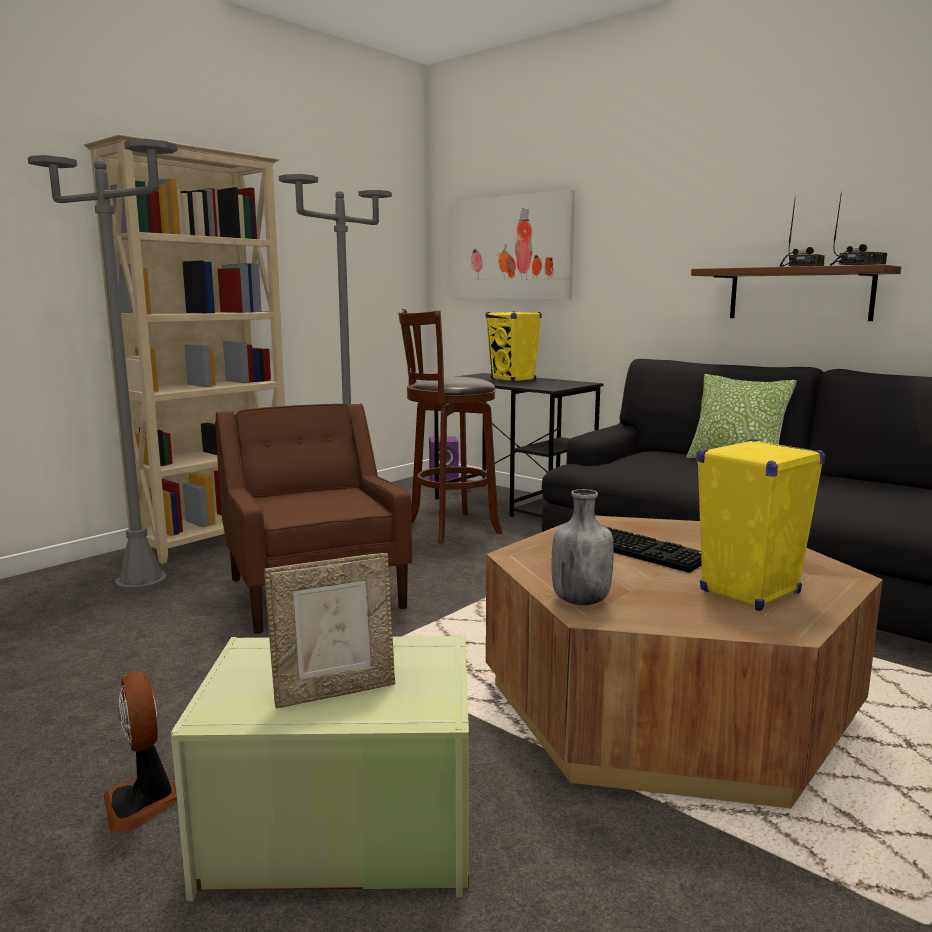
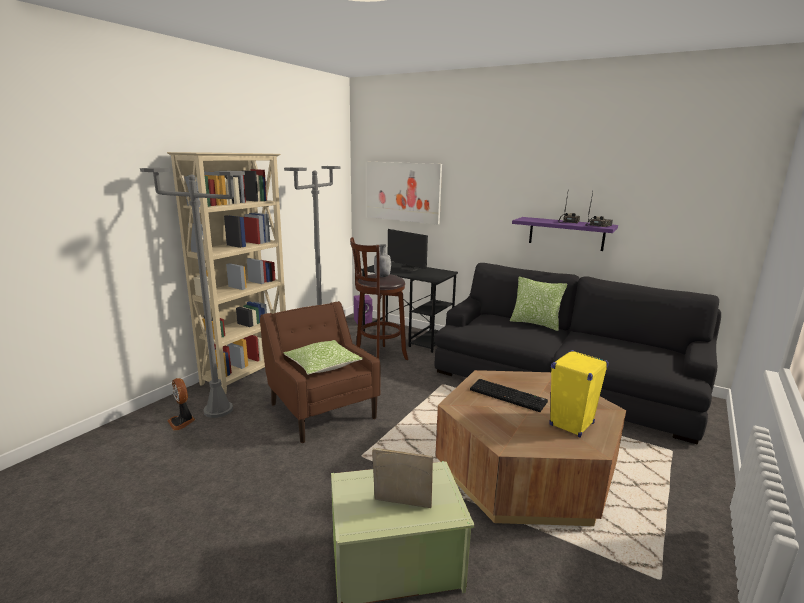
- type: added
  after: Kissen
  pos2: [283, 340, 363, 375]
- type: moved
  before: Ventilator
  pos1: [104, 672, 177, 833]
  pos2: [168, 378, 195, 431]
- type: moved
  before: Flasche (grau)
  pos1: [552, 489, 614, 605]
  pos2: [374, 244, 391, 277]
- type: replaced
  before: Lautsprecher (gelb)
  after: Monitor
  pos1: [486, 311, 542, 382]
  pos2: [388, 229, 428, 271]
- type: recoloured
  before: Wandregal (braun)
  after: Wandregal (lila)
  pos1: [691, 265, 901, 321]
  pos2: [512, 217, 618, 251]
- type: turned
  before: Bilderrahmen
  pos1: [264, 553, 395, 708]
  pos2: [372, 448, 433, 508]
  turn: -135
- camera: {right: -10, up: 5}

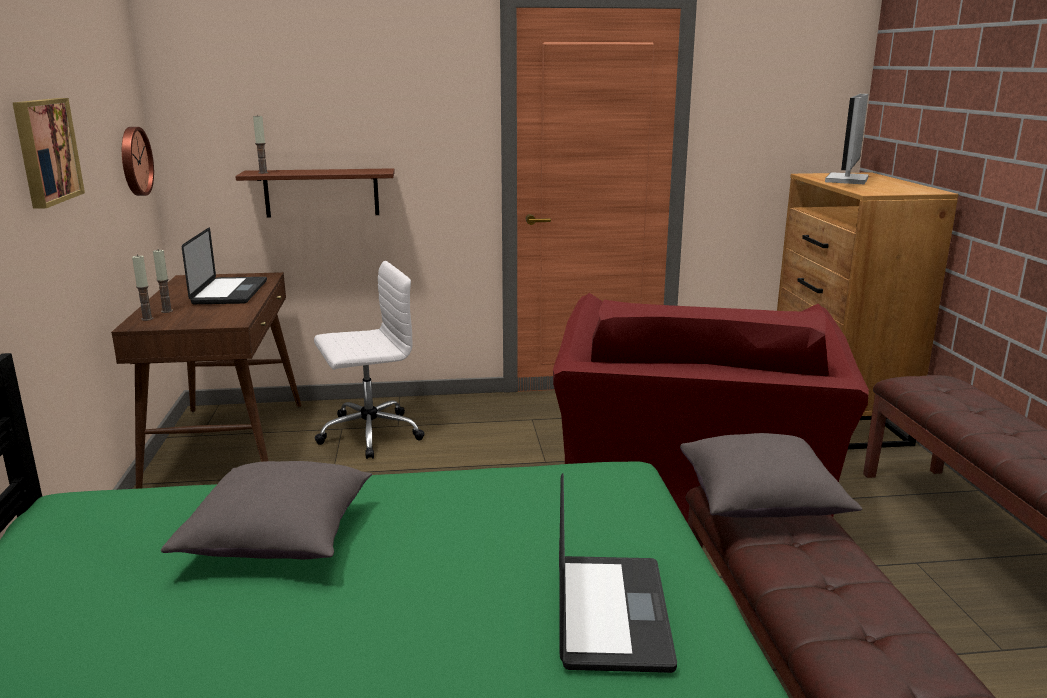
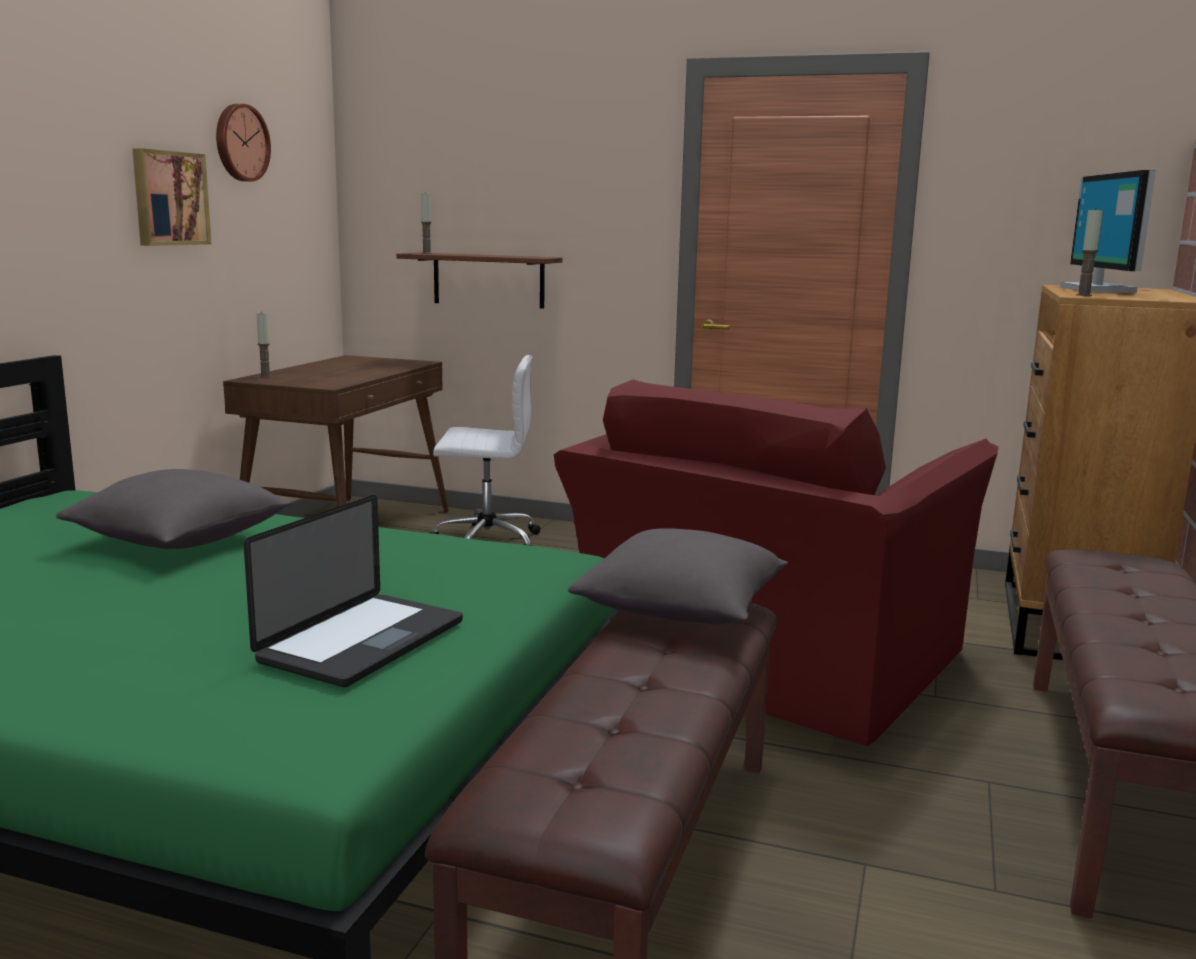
- type: removed
  before: Laptop
  pos1: [182, 228, 267, 304]
- type: moved
  before: Wanduhr
  pos1: [122, 127, 154, 196]
  pos2: [216, 104, 271, 182]
- type: moved
  before: Kerze
  pos1: [153, 250, 173, 313]
  pos2: [1076, 207, 1103, 296]
- type: turned
  before: Monitor
  pos1: [825, 94, 869, 184]
  pos2: [1060, 170, 1156, 293]
  turn: -45
- camera: {right: 25, up: -5}

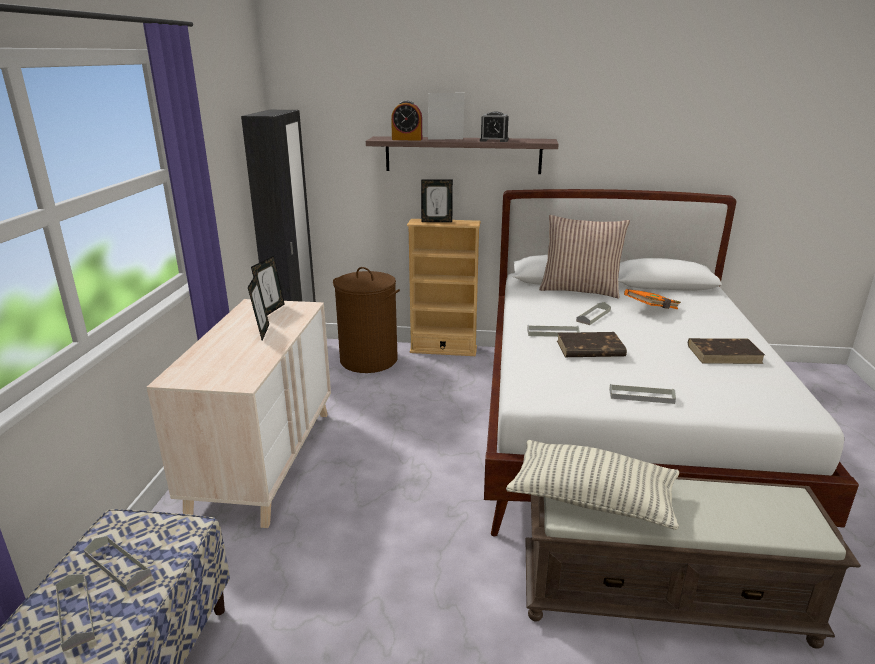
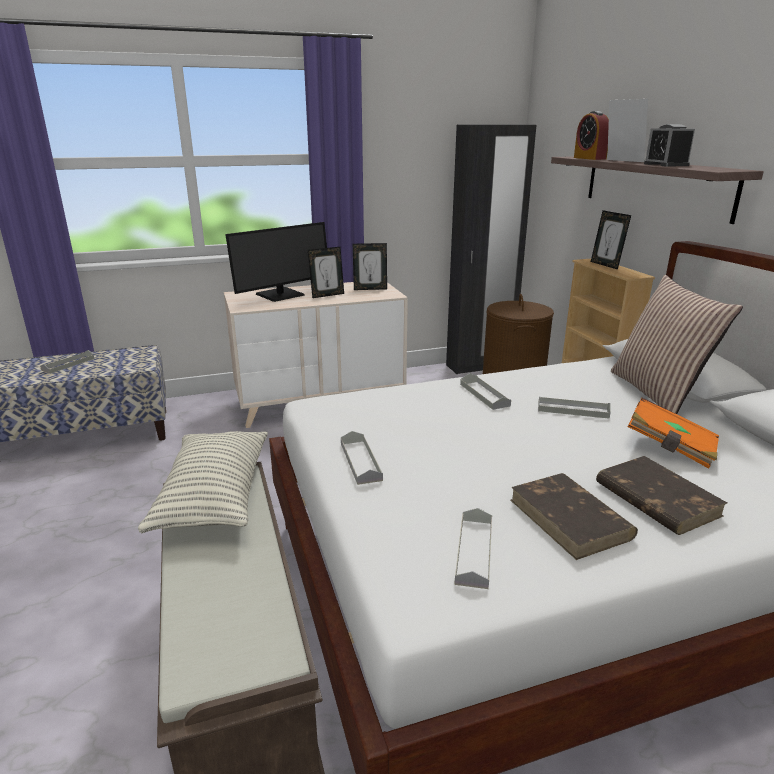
- type: added
  after: Monitor
  pos2: [225, 222, 327, 302]
- type: moved
  before: Tablett (grau)
  pos1: [84, 536, 151, 591]
  pos2: [454, 508, 492, 589]
- type: moved
  before: Buch (braun)
  pos1: [557, 332, 627, 357]
  pos2: [596, 456, 727, 535]
- camera: {right: 65, up: 0}

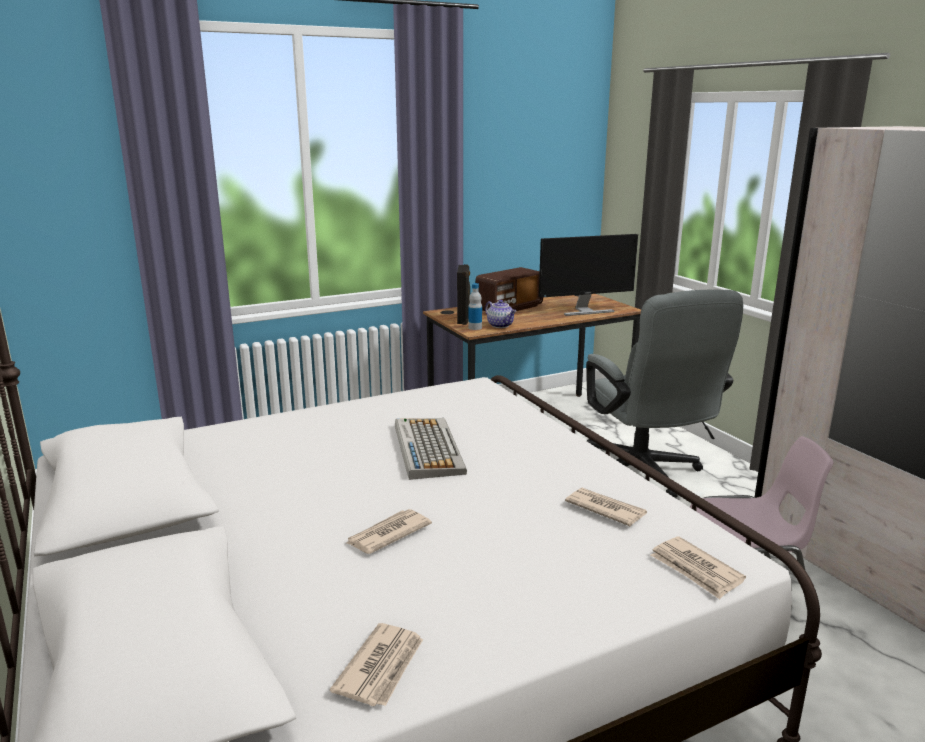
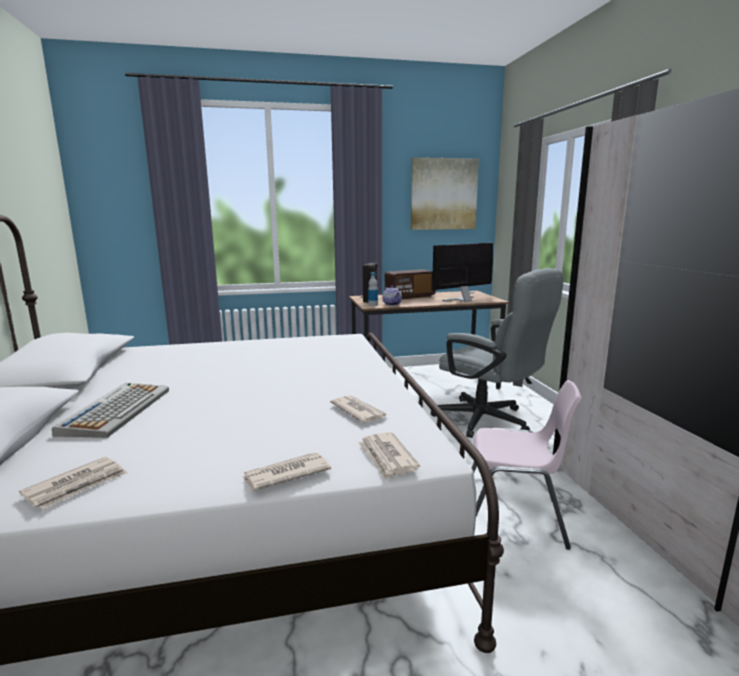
- type: added
  after: Bild
  pos2: [411, 157, 479, 230]
- type: moved
  before: Zeitung
  pos1: [347, 509, 432, 554]
  pos2: [242, 453, 331, 491]
- type: moved
  before: Tastatur
  pos1: [395, 418, 467, 480]
  pos2: [52, 383, 169, 438]
- type: turned
  before: Monitor
  pos1: [539, 234, 638, 316]
  pos2: [432, 243, 493, 302]
  turn: 150
- type: turned
  before: Bürostuhl (grau)
  pos1: [586, 290, 743, 498]
  pos2: [431, 268, 564, 438]
  turn: -45
- camera: {right: 15, up: -5}

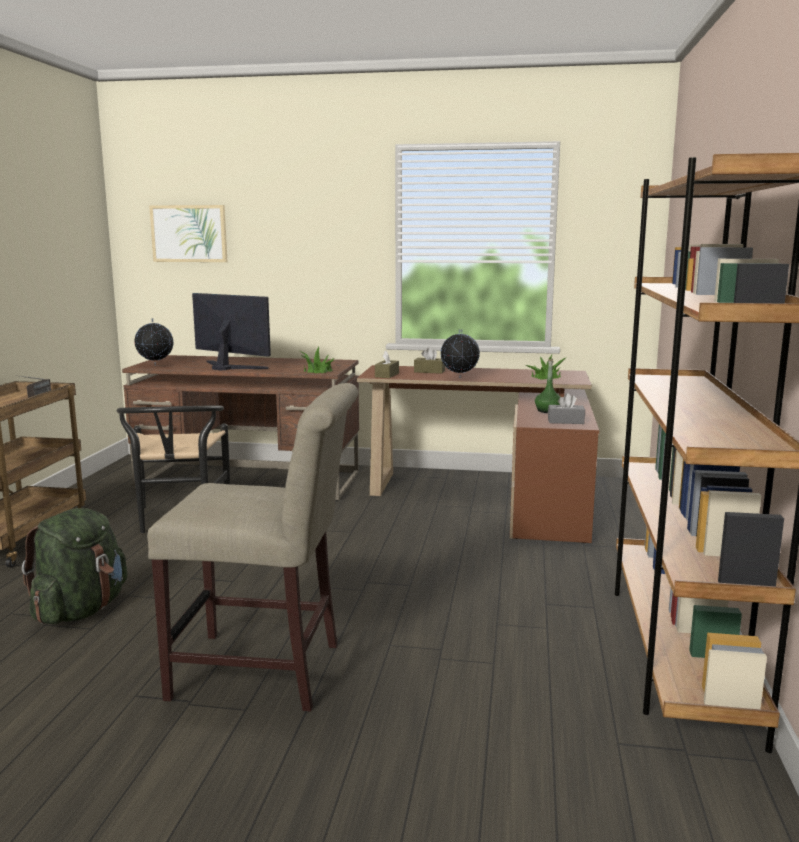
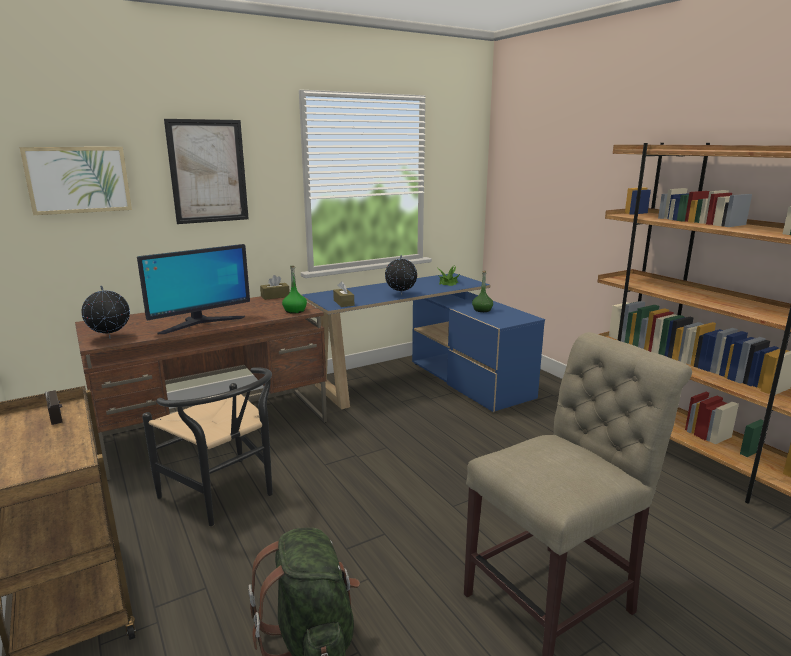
- type: removed
  before: Taschentuchbox (grau)
  pos1: [548, 393, 585, 424]
- type: added
  after: Bild
  pos2: [164, 119, 249, 224]
- type: moved
  before: Taschentuchbox (braun)
  pos1: [414, 347, 445, 374]
  pos2: [260, 275, 290, 300]
- type: replaced
  before: Topfpflanze
  after: Flasche (grün)
  pos1: [300, 347, 334, 373]
  pos2: [282, 266, 307, 314]
- type: recoloured
  before: Schreibtisch (braun)
  after: Schreibtisch (blau)
  pos1: [357, 365, 599, 543]
  pos2: [302, 273, 545, 412]
- type: turned
  before: Monitor
  pos1: [192, 293, 271, 370]
  pos2: [137, 244, 250, 334]
  turn: 150
- camera: {right: -40, up: 5}

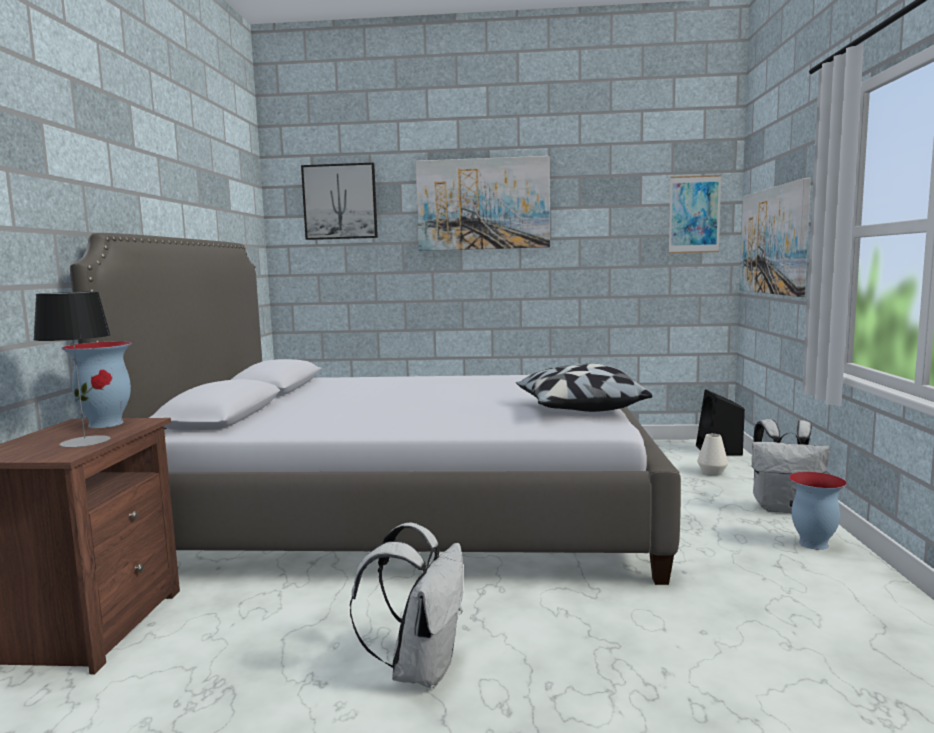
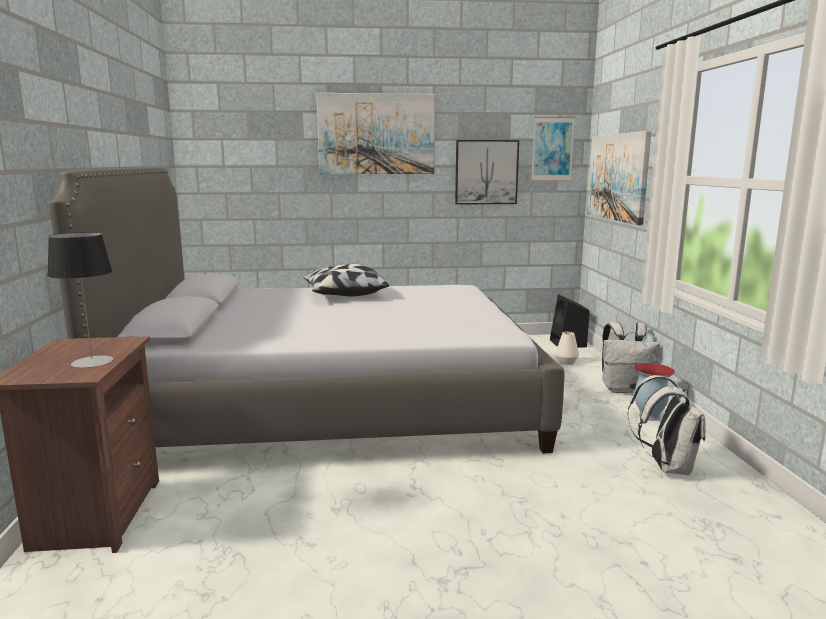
- type: removed
  before: Vase
  pos1: [62, 341, 132, 428]
- type: moved
  before: Bild
  pos1: [301, 163, 378, 240]
  pos2: [455, 140, 519, 205]
- type: moved
  before: Rucksack (weiß)
  pos1: [350, 523, 464, 688]
  pos2: [627, 375, 706, 476]
- type: moved
  before: Kissen
  pos1: [516, 363, 653, 412]
  pos2: [303, 264, 389, 296]
- camera: {right: -10, up: 5}

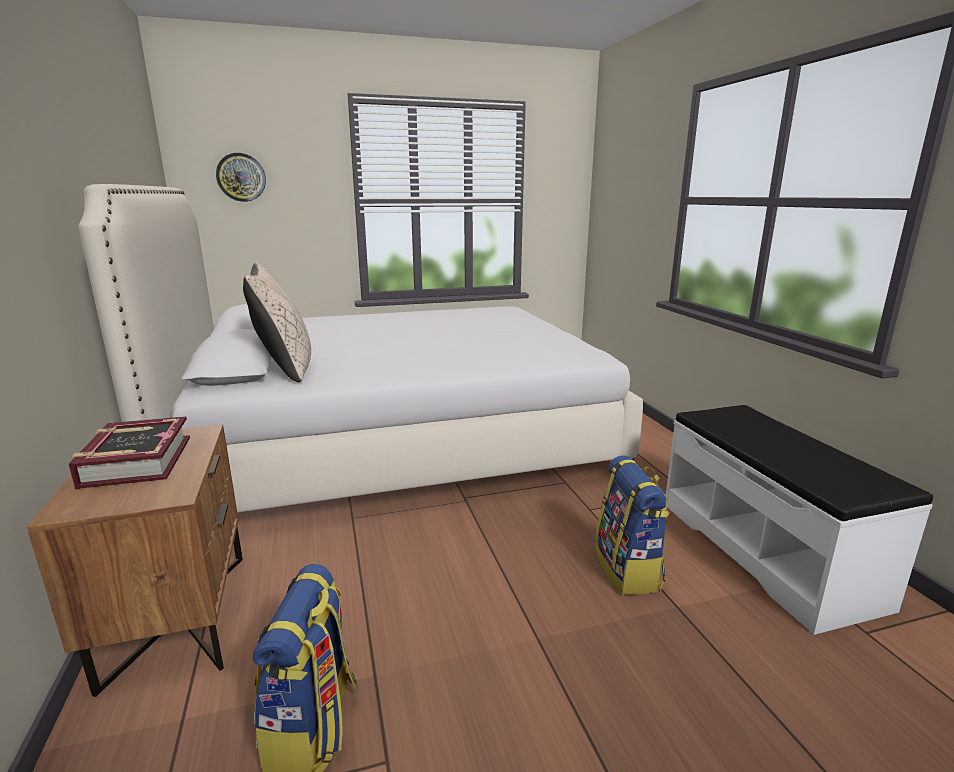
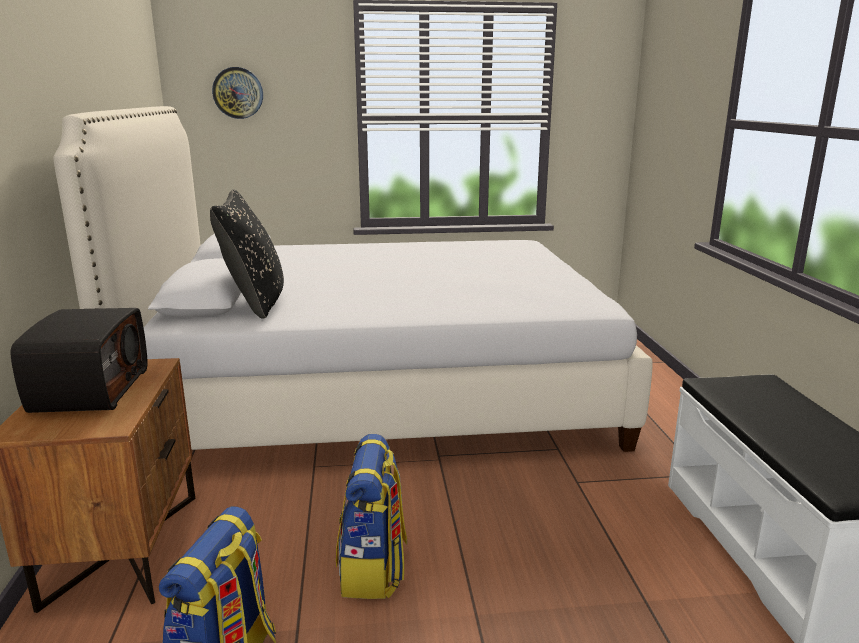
- type: moved
  before: Rucksack
  pos1: [595, 455, 670, 595]
  pos2: [336, 434, 407, 599]
- type: replaced
  before: Buch
  after: Radio
  pos1: [69, 417, 190, 489]
  pos2: [10, 308, 148, 413]
- type: recoloured
  before: Kissen (beige)
  after: Kissen (schwarz)
  pos1: [243, 263, 311, 382]
  pos2: [210, 190, 284, 319]
- camera: {right: 10, up: 0}

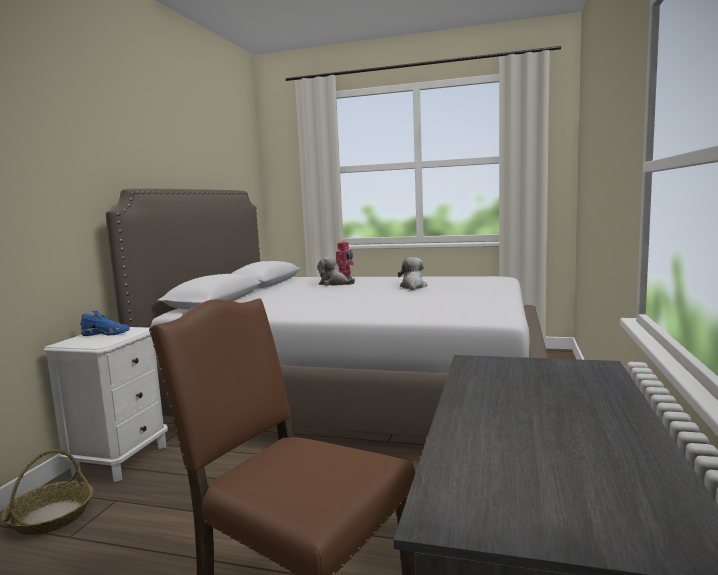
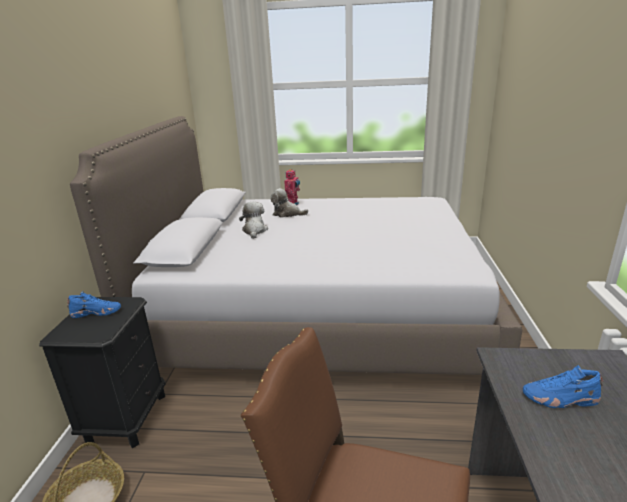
- type: added
  after: Schuh (blau)
  pos2: [523, 365, 604, 408]
- type: moved
  before: Plüschtier
  pos1: [398, 257, 427, 290]
  pos2: [239, 202, 268, 239]
- type: recoloured
  before: Nachttisch (weiß)
  after: Nachttisch (schwarz)
  pos1: [43, 327, 168, 482]
  pos2: [39, 297, 166, 448]
- camera: {right: -10, up: 15}

